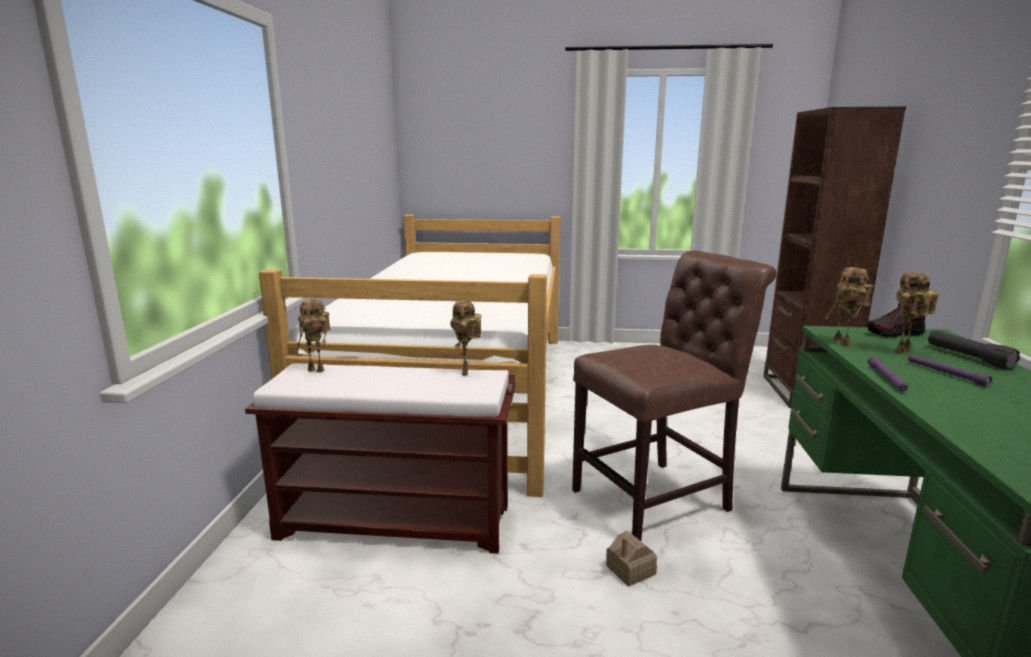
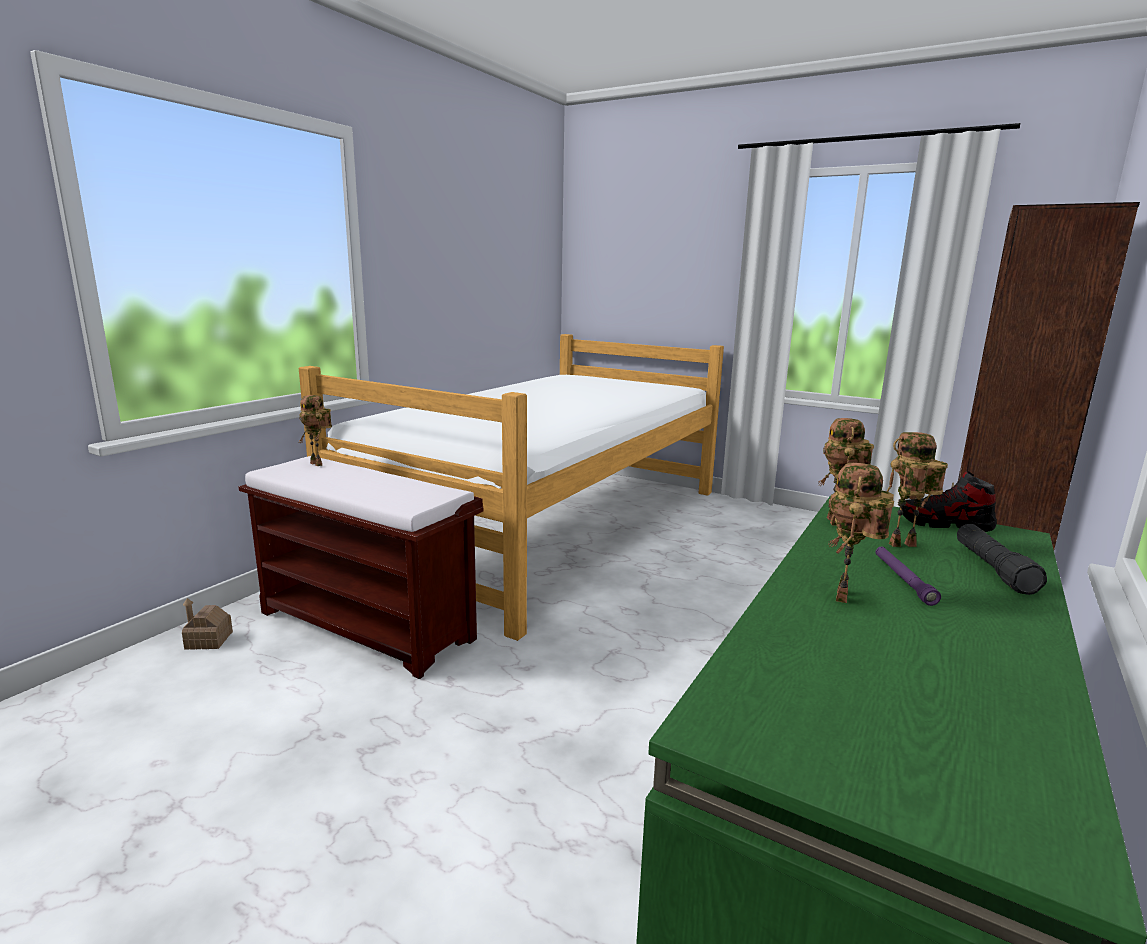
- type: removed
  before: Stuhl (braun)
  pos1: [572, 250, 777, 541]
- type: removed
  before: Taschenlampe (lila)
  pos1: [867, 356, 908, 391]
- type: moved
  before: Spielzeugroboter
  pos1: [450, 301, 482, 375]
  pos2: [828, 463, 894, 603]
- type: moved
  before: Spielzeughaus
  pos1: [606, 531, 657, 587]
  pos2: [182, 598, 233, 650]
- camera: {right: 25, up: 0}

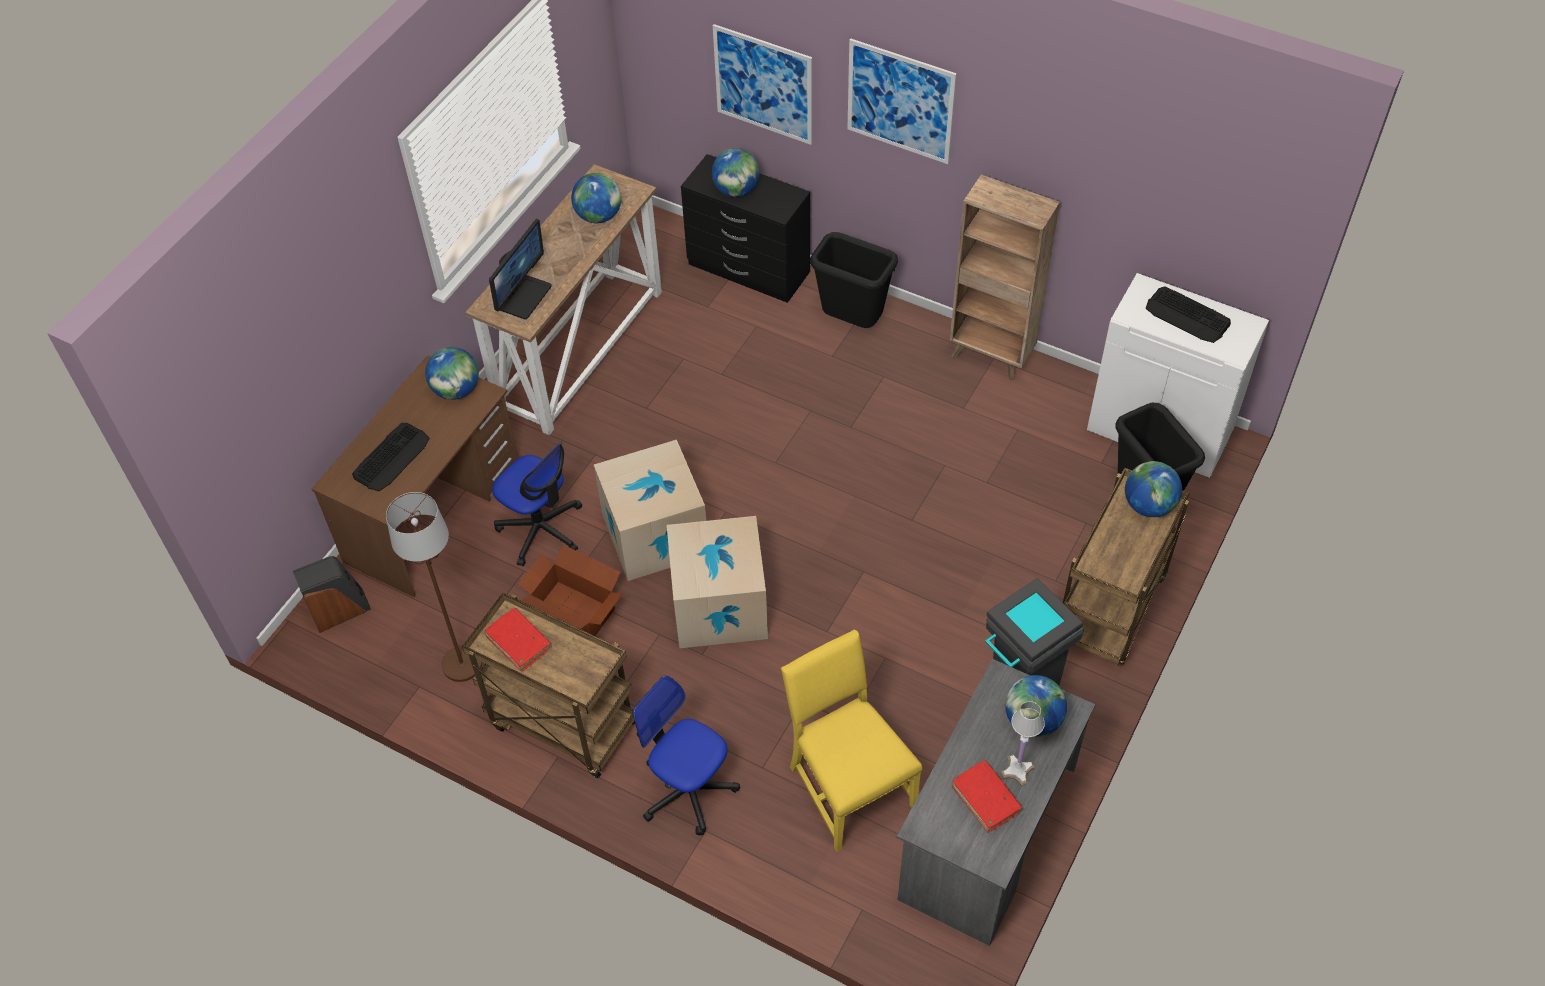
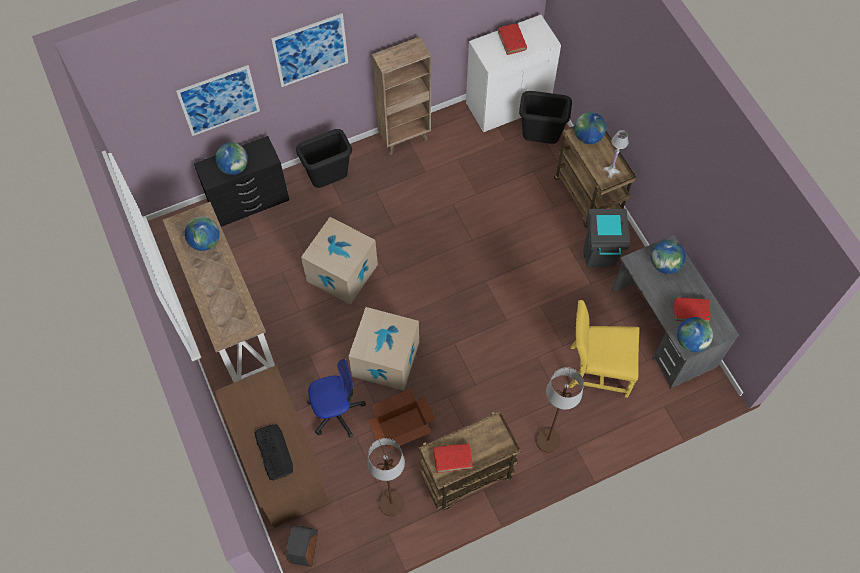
- type: removed
  before: Monitor
  pos1: [489, 219, 552, 320]
- type: moved
  before: Globus
  pos1: [425, 347, 479, 400]
  pos2: [677, 317, 713, 352]
- type: moved
  before: Karton
  pos1: [667, 516, 768, 648]
  pos2: [301, 217, 378, 305]
- type: moved
  before: Tischlampe (weiß)
  pos1: [1001, 701, 1045, 786]
  pos2: [603, 130, 629, 179]
- type: replaced
  before: Bürostuhl
  after: Stehlampe (braun)
  pos1: [633, 676, 740, 835]
  pos2: [536, 367, 584, 453]
- type: replaced
  before: Tastatur
  after: Buch (rot)
  pos1: [1145, 286, 1231, 343]
  pos2: [498, 24, 527, 55]
- camera: {right: -55, up: 10}

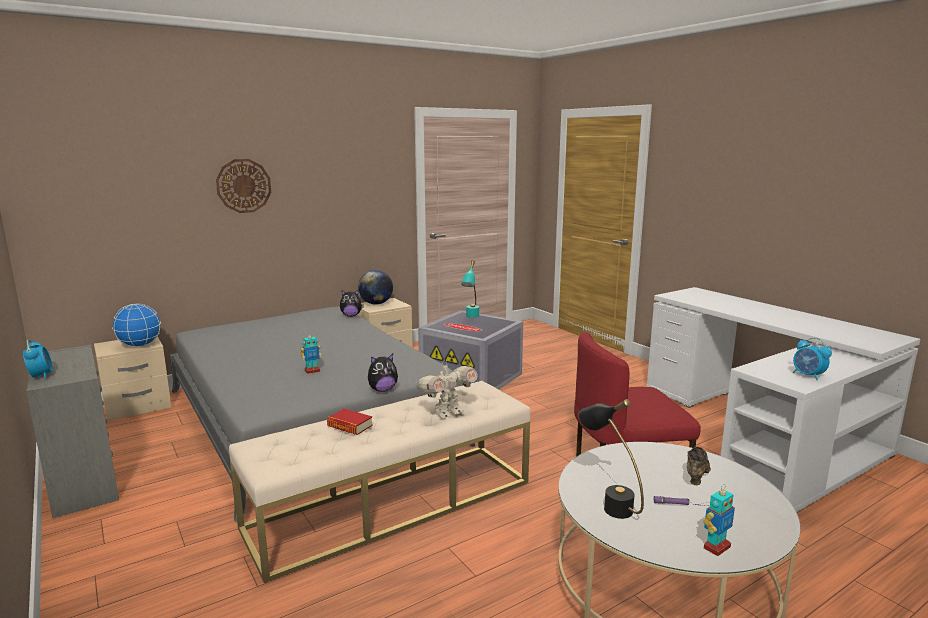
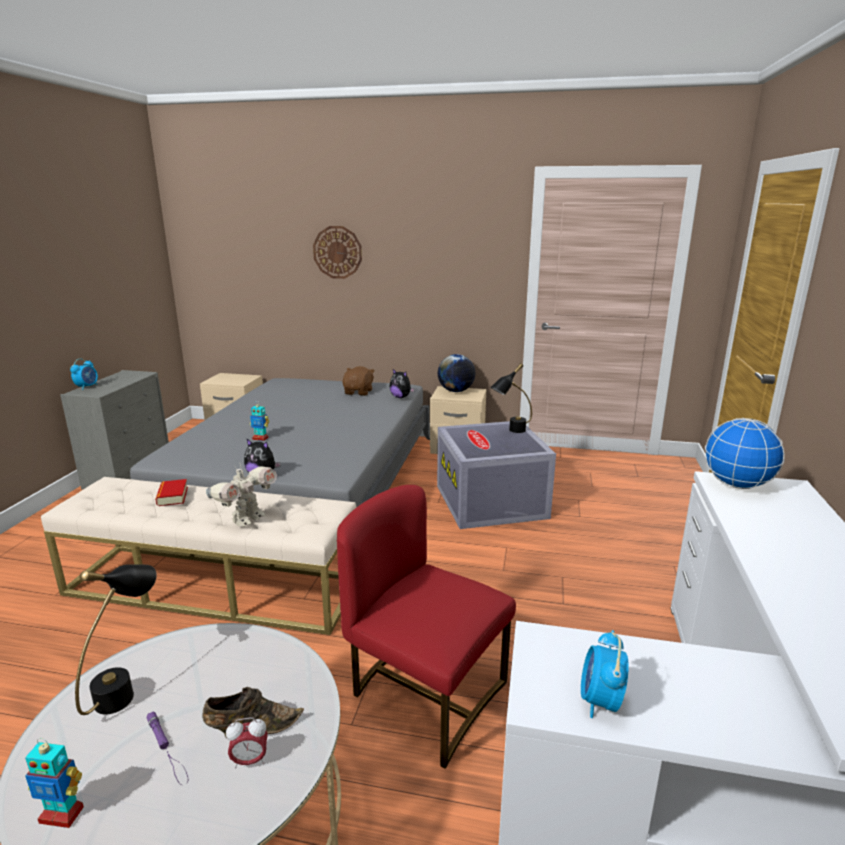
- type: added
  after: Wecker
  pos2: [226, 717, 268, 768]
- type: added
  after: Plüschtier (braun)
  pos2: [343, 366, 375, 396]
- type: moved
  before: Globus
  pos1: [112, 303, 161, 347]
  pos2: [705, 418, 785, 489]
- type: recoloured
  before: Tischlampe (türkis)
  after: Tischlampe (schwarz)
  pos1: [461, 260, 479, 318]
  pos2: [491, 363, 532, 433]
- type: turned
  before: Spielzeugroboter
  pos1: [415, 360, 478, 419]
  pos2: [206, 465, 277, 527]
  turn: -60
- camera: {right: 45, up: 5}

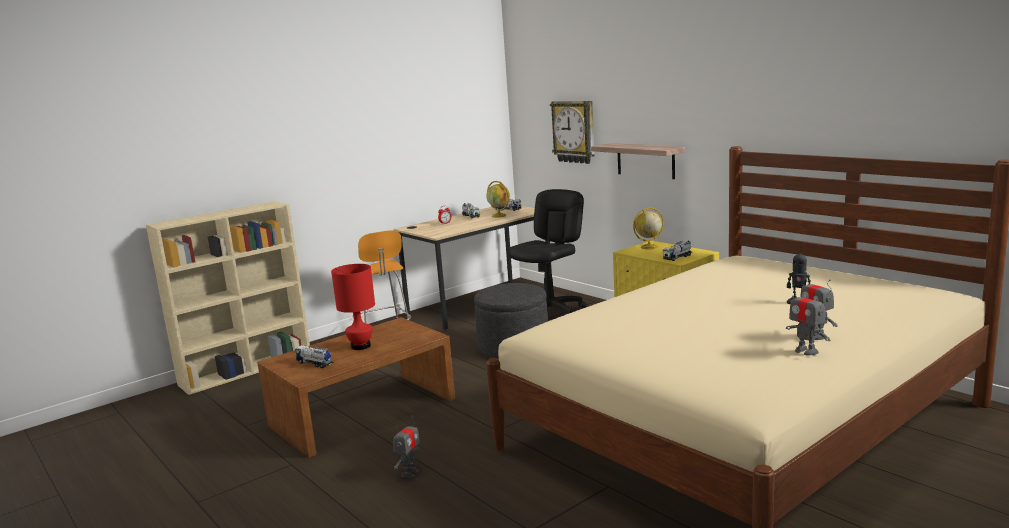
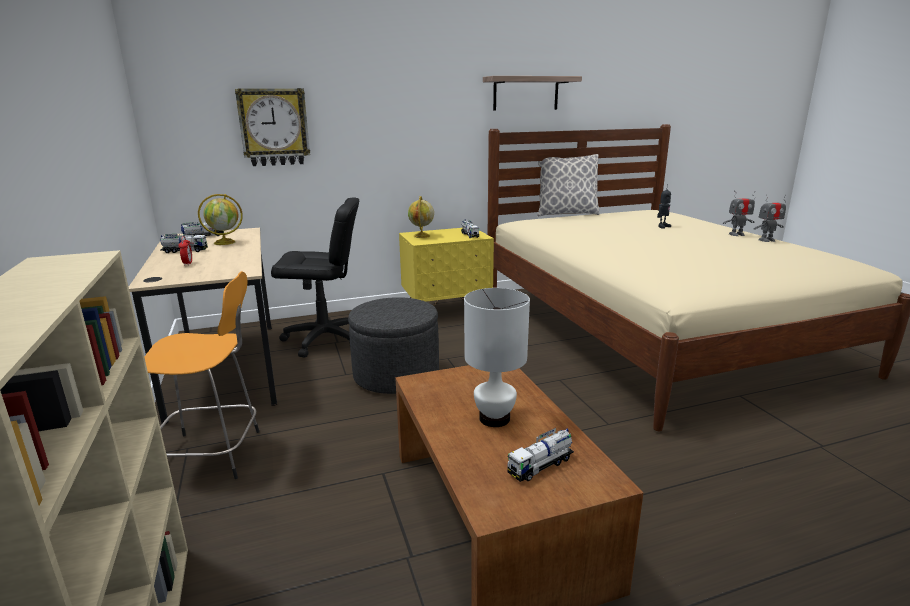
- type: removed
  before: Spielzeugroboter
  pos1: [393, 416, 420, 478]
- type: added
  after: Kissen
  pos2: [538, 154, 600, 217]
- type: moved
  before: Wandregal
  pos1: [591, 143, 685, 179]
  pos2: [483, 76, 582, 111]
- type: recoloured
  before: Tischlampe (rot)
  after: Tischlampe (weiß)
  pos1: [331, 264, 375, 350]
  pos2: [464, 288, 530, 427]
- type: turned
  before: Bürostuhl (schwarz)
  pos1: [509, 189, 587, 314]
  pos2: [271, 197, 359, 357]
  turn: 120
- camera: {right: -70, up: 5}

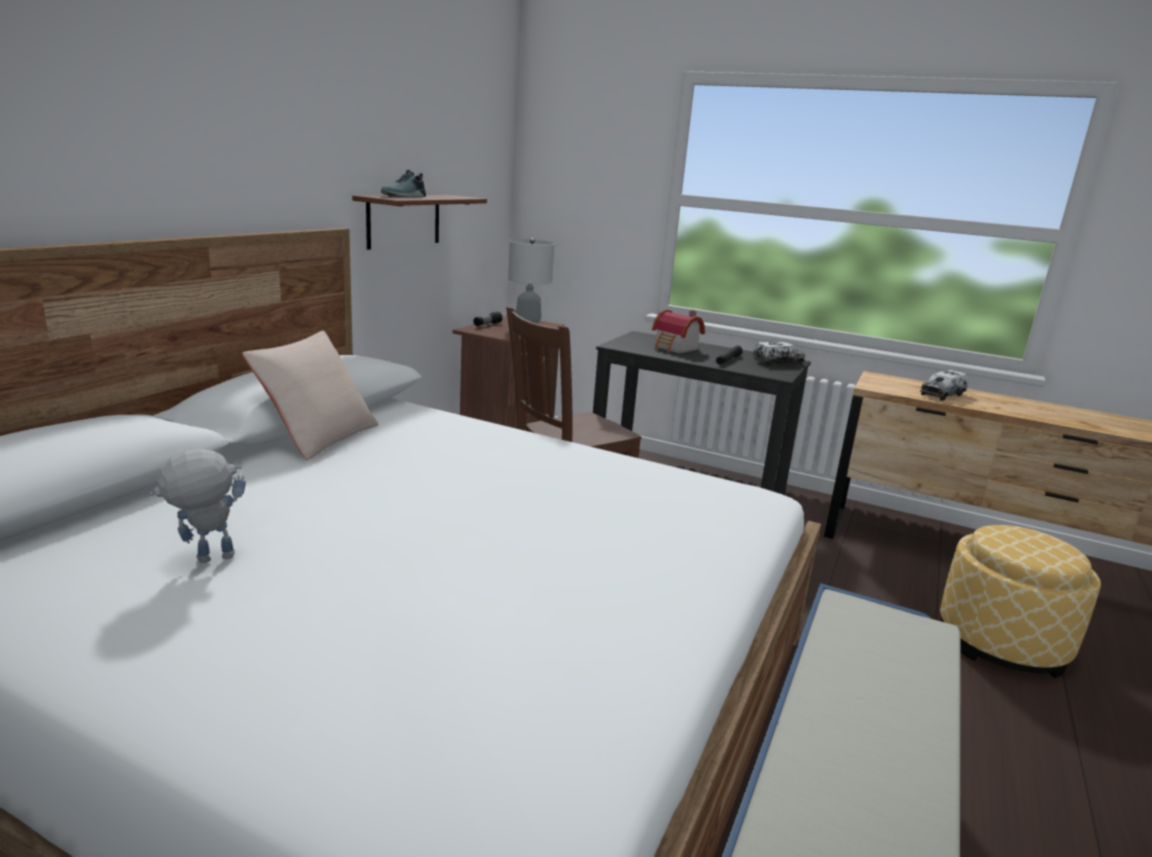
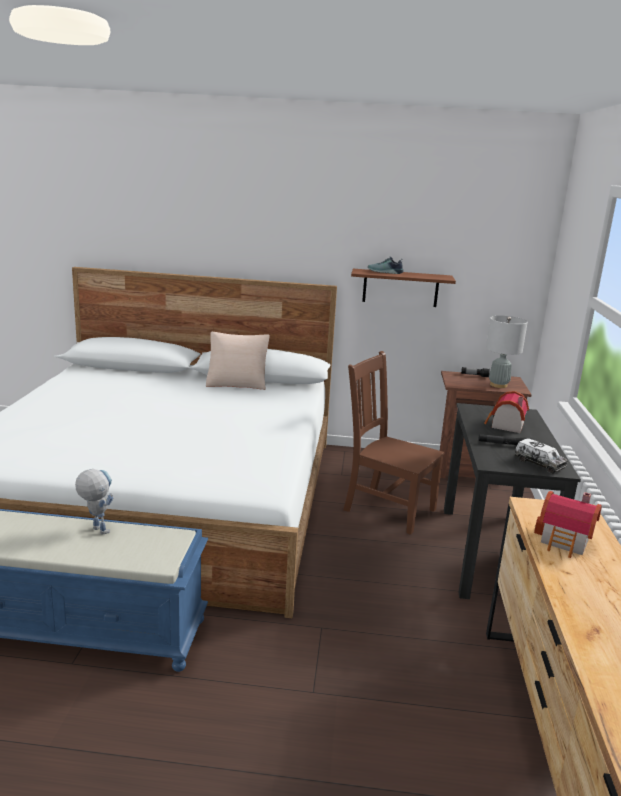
- type: removed
  before: Polsterhocker
  pos1: [940, 525, 1101, 678]
- type: moved
  before: Spielzeugroboter
  pos1: [149, 448, 246, 563]
  pos2: [75, 469, 113, 535]
- type: replaced
  before: Spielzeuglaster
  after: Spielzeughaus
  pos1: [920, 370, 968, 401]
  pos2: [534, 491, 602, 558]
- camera: {right: 70, up: 0}

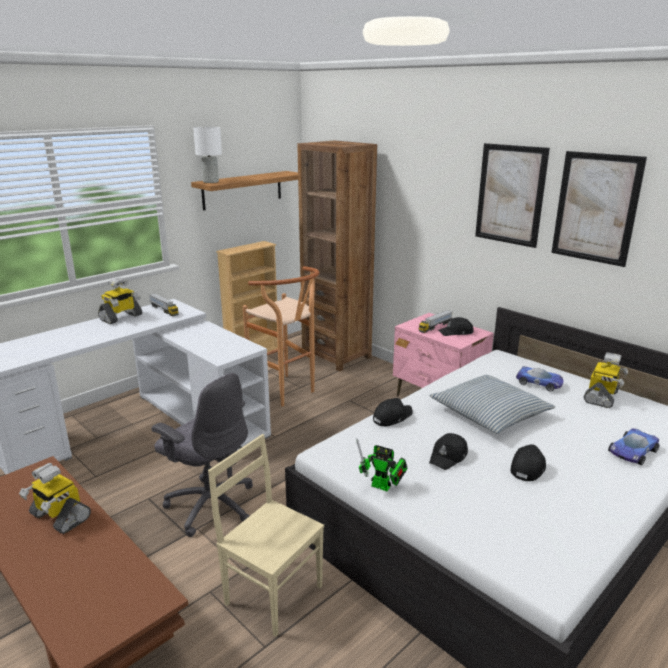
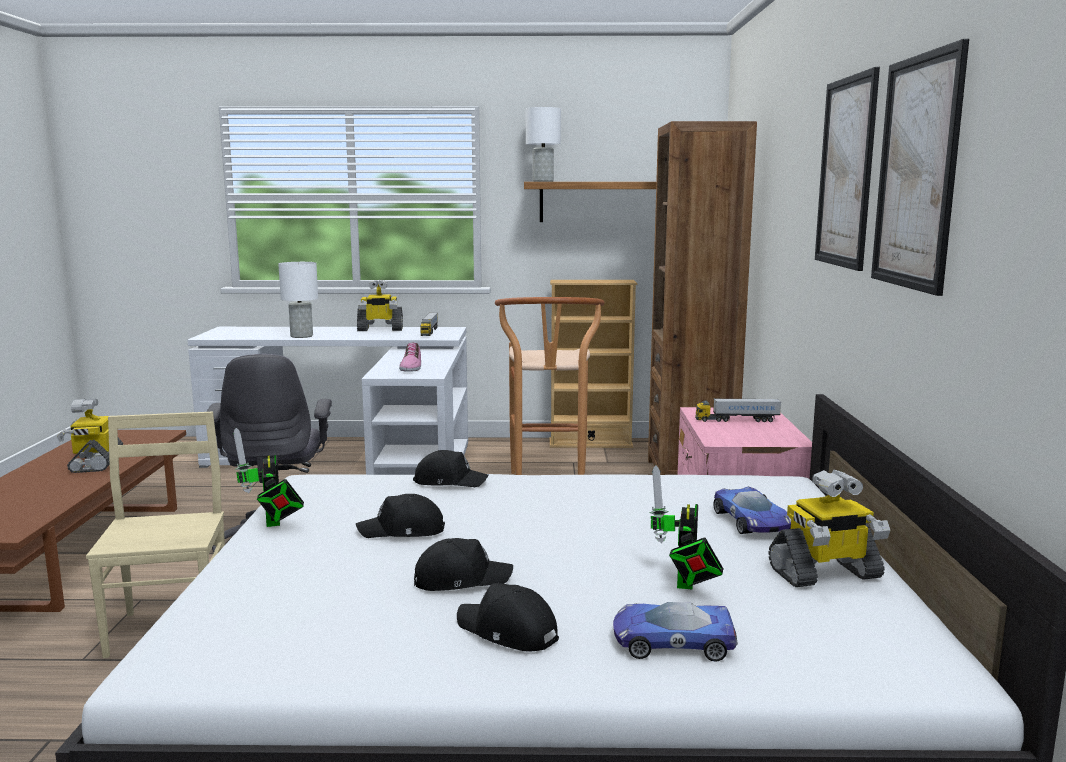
- type: removed
  before: Kissen
  pos1: [430, 375, 555, 434]
- type: added
  after: Tischlampe (weiß)
  pos2: [278, 262, 318, 338]
- type: added
  after: Schuh
  pos2: [399, 342, 421, 372]
- type: added
  after: Spielzeugroboter
  pos2: [649, 465, 723, 589]
- type: moved
  before: Kappe (schwarz)
  pos1: [439, 317, 474, 336]
  pos2: [457, 583, 559, 651]
- camera: {right: 45, up: -10}

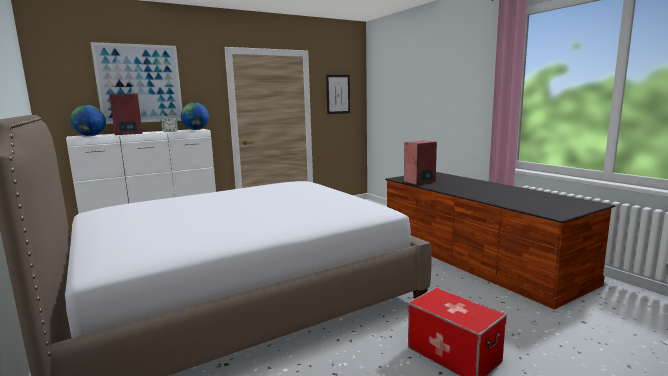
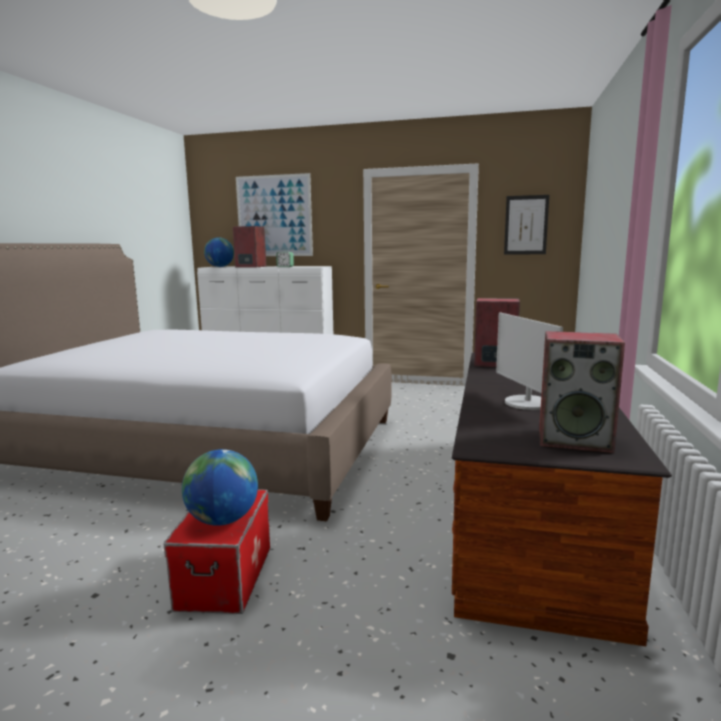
- type: added
  after: Monitor
  pos2: [496, 313, 563, 410]
- type: added
  after: Lautsprecher
  pos2: [539, 331, 625, 453]
- type: moved
  before: Globus
  pos1: [181, 102, 209, 130]
  pos2: [182, 449, 258, 526]
- camera: {right: 45, up: 0}

